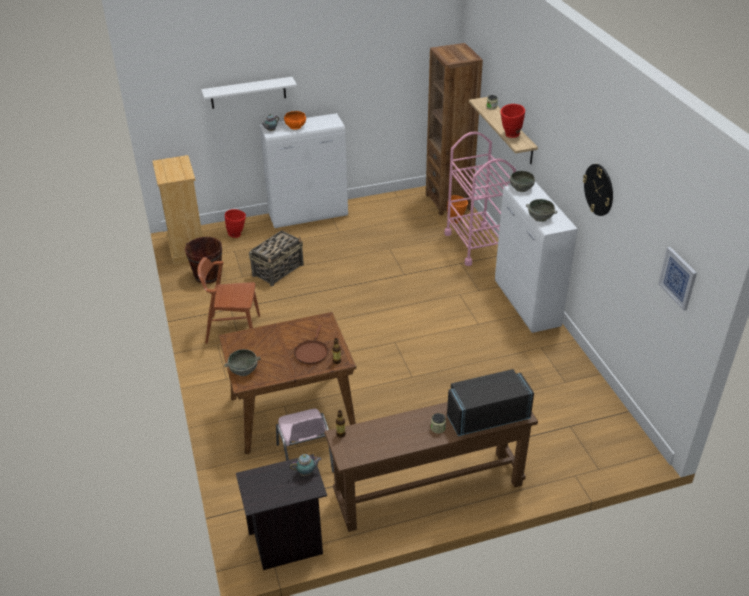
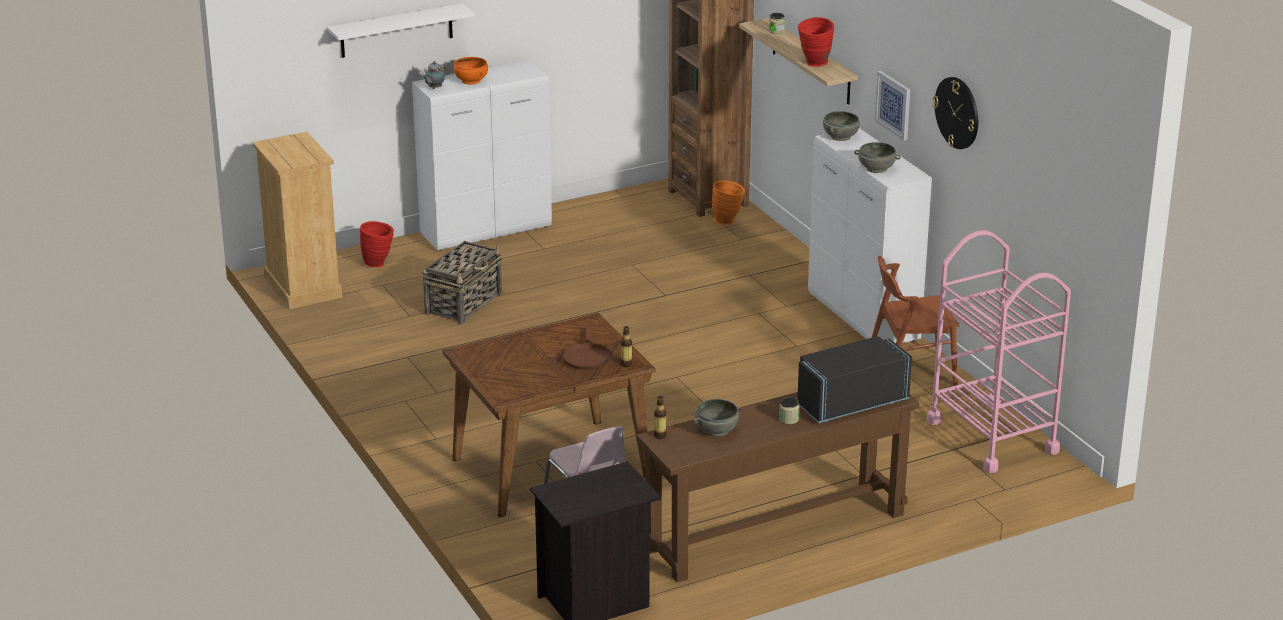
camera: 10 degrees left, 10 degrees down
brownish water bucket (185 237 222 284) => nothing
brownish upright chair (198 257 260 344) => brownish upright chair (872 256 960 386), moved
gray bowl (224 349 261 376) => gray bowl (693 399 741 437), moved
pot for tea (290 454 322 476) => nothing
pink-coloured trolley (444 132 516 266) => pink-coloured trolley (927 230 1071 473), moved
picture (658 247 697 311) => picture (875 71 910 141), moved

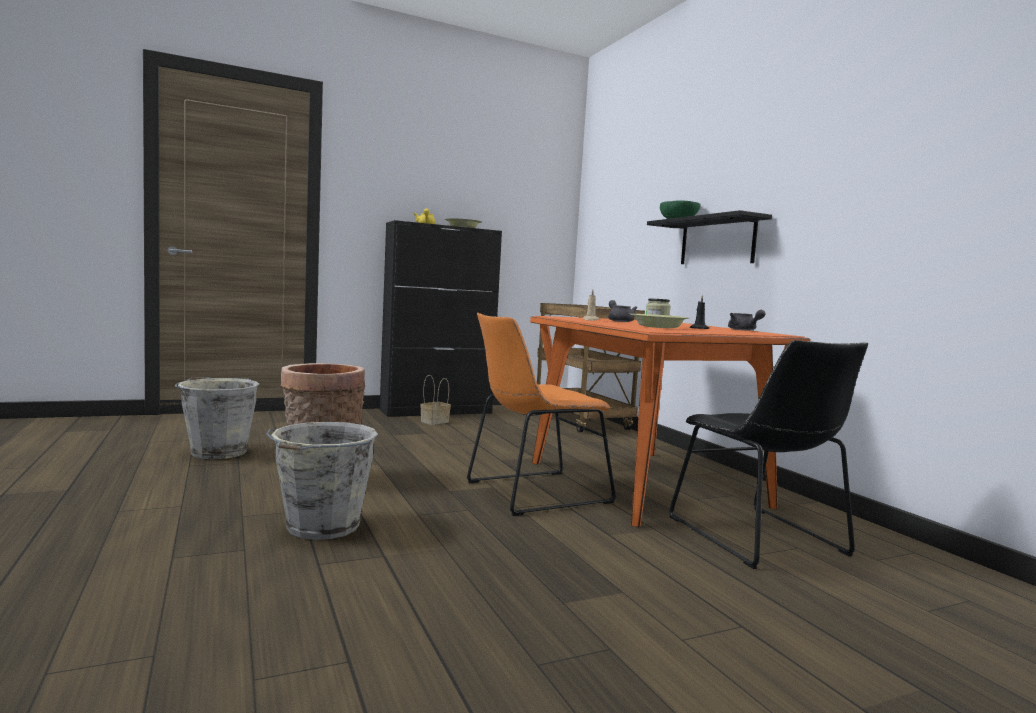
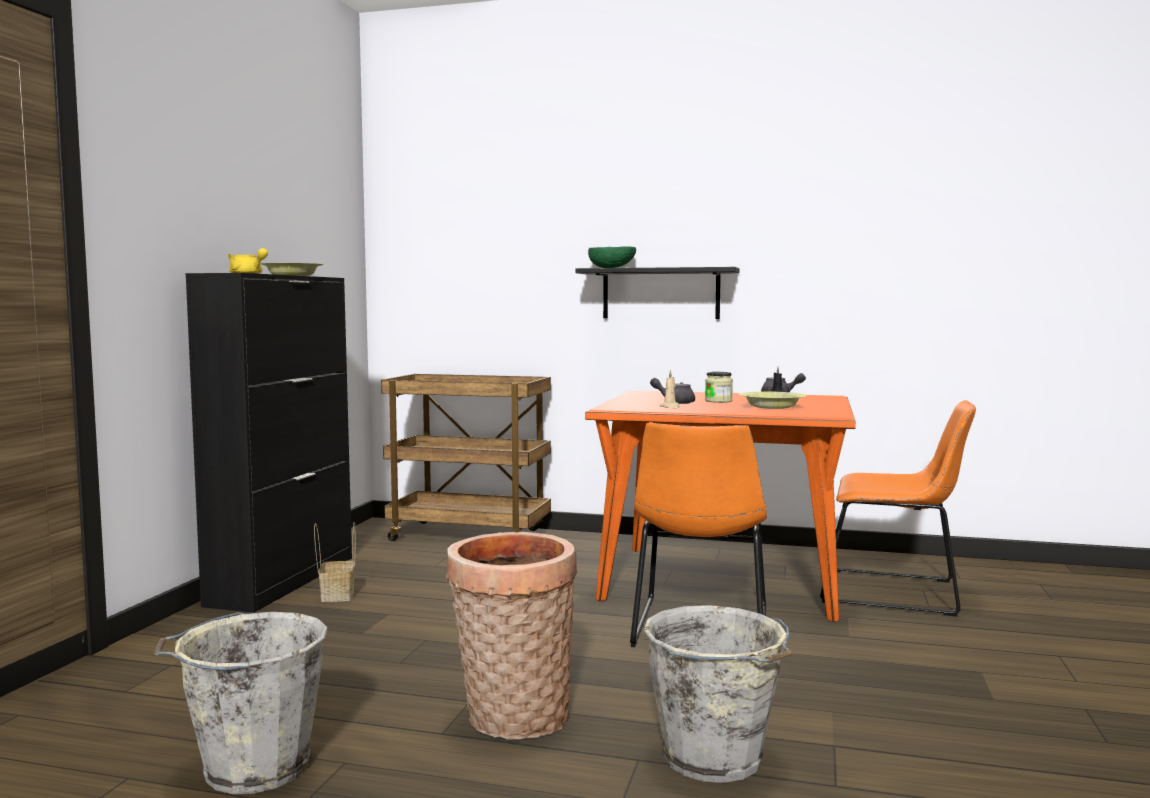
camera: 50 degrees left, 0 degrees up
blackish upright chair (669 340 868 569) => orange upright chair (820 400 976 617)

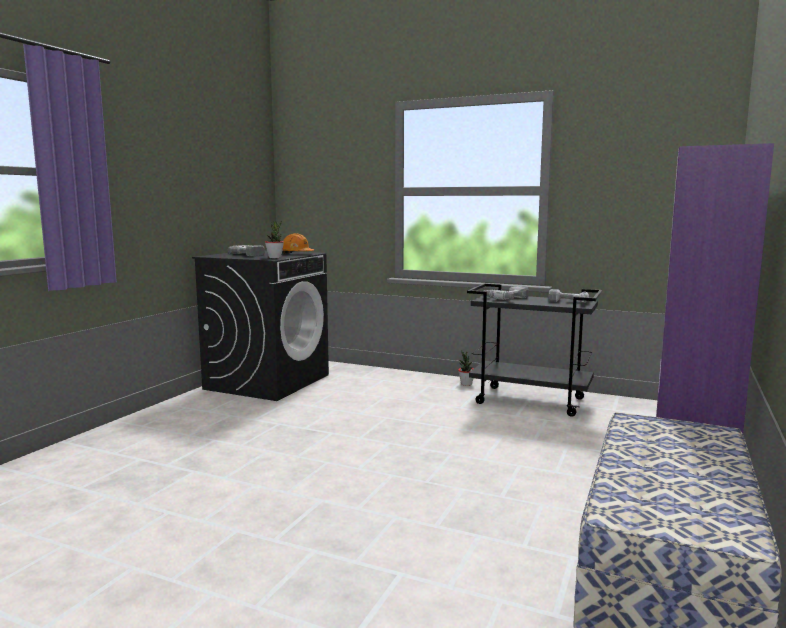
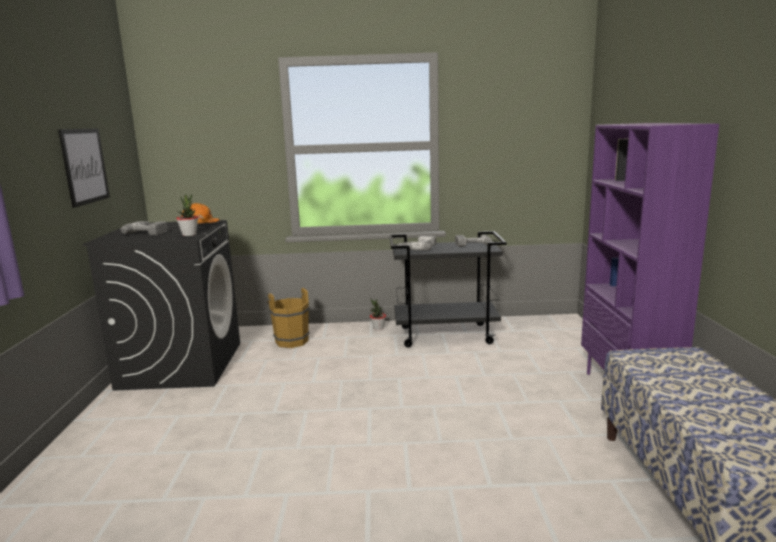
camera: 25 degrees left, 5 degrees up
nothing => picture (58 128 110 208)
nothing => brownish water bucket (267 288 310 348)

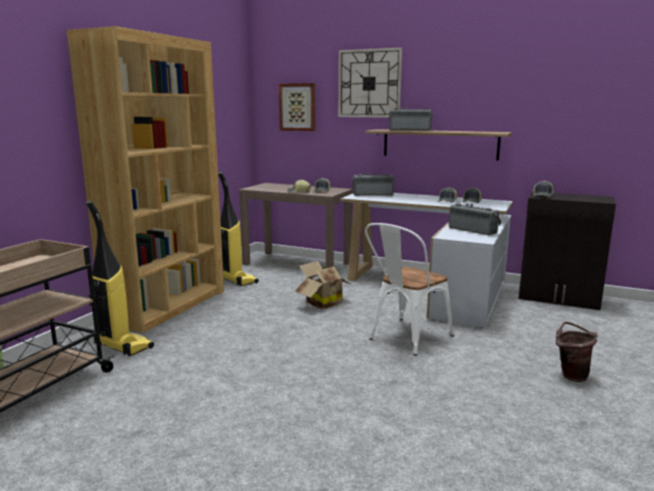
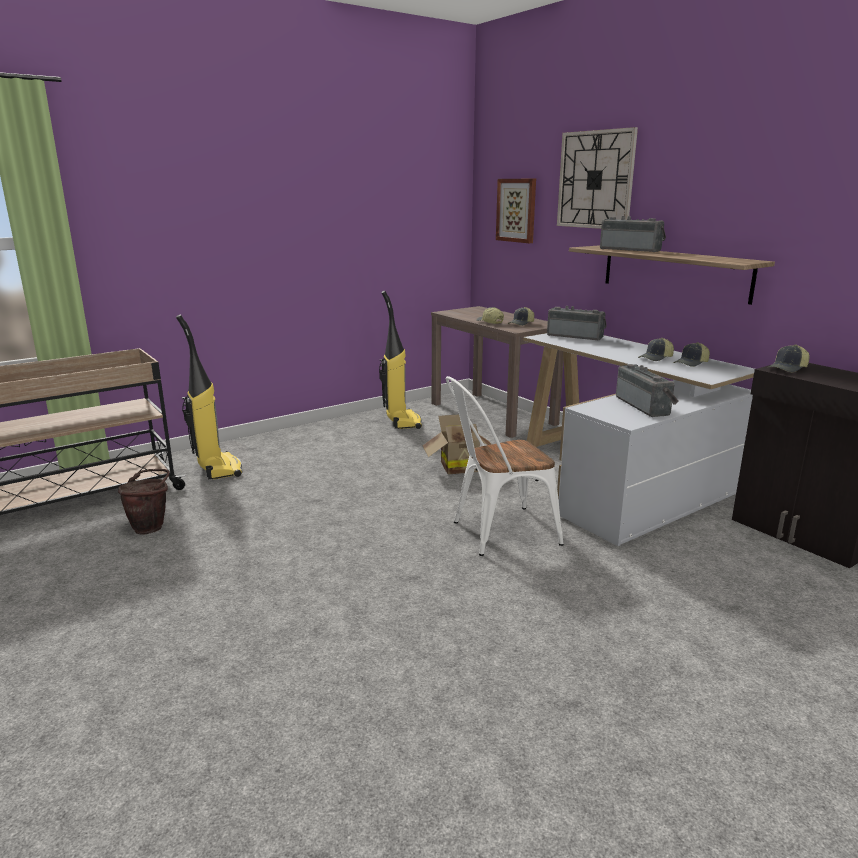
camera: 30 degrees right, 5 degrees up
brownish shelving unit (67 26 224 333) => nothing
brownish water bucket (556 322 597 382) => brownish water bucket (118 469 170 535), moved

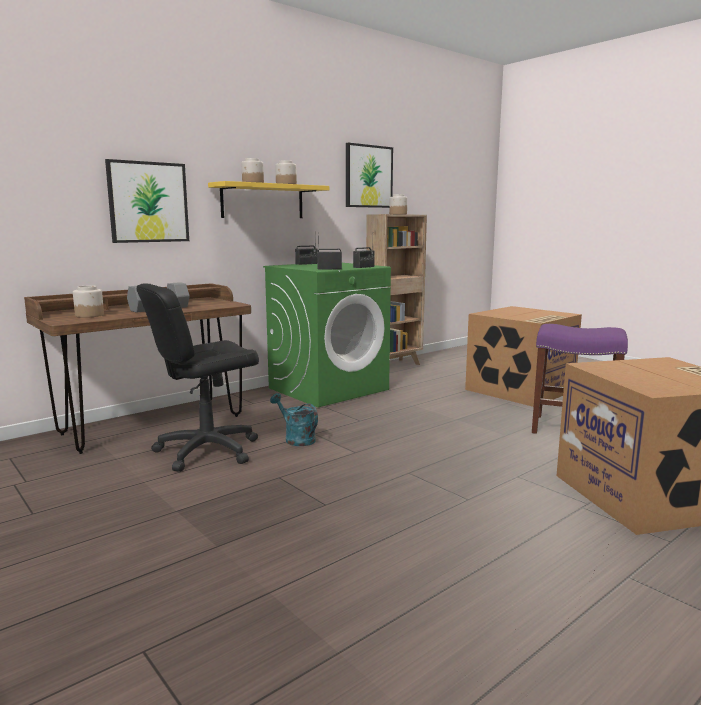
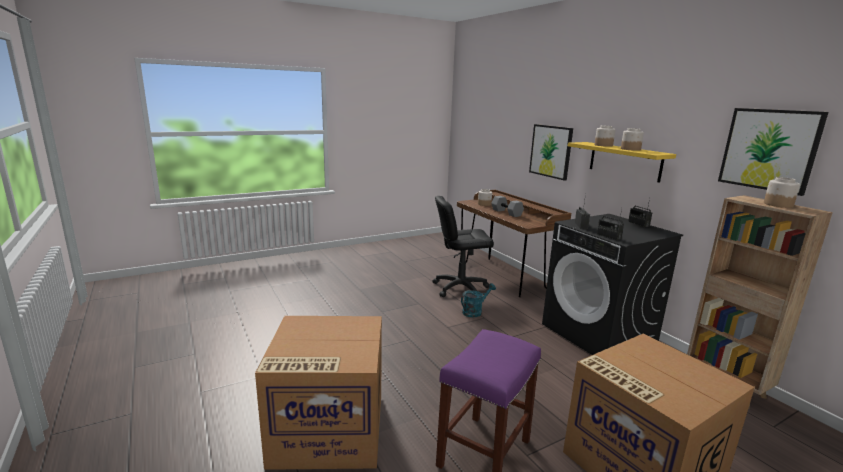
camera: 100 degrees right, 5 degrees up
blackish computer chair (137 283 259 472) => blackish computer chair (432 196 494 297), 75 degrees counterclockwise
greenish laundry appliance (263 263 391 408) => blackish laundry appliance (542 214 683 355)

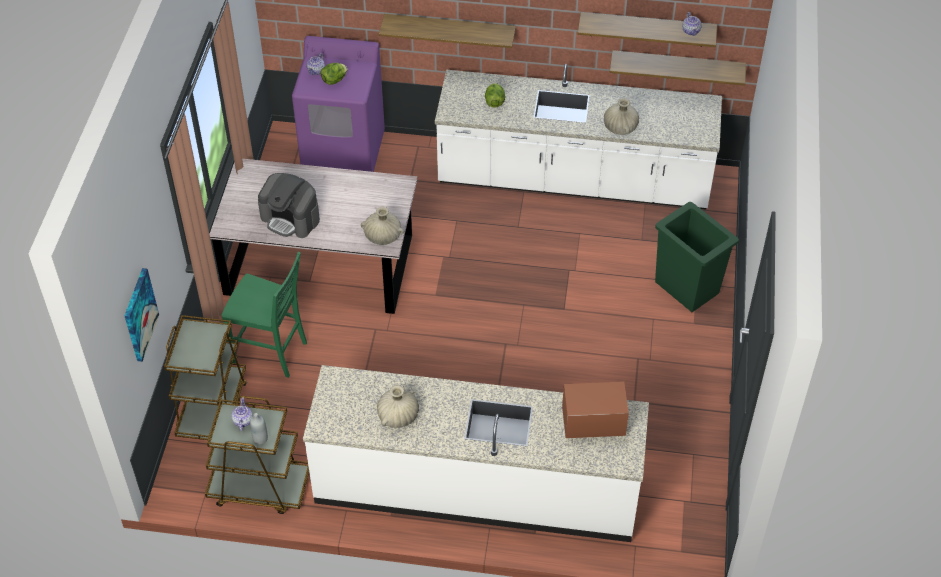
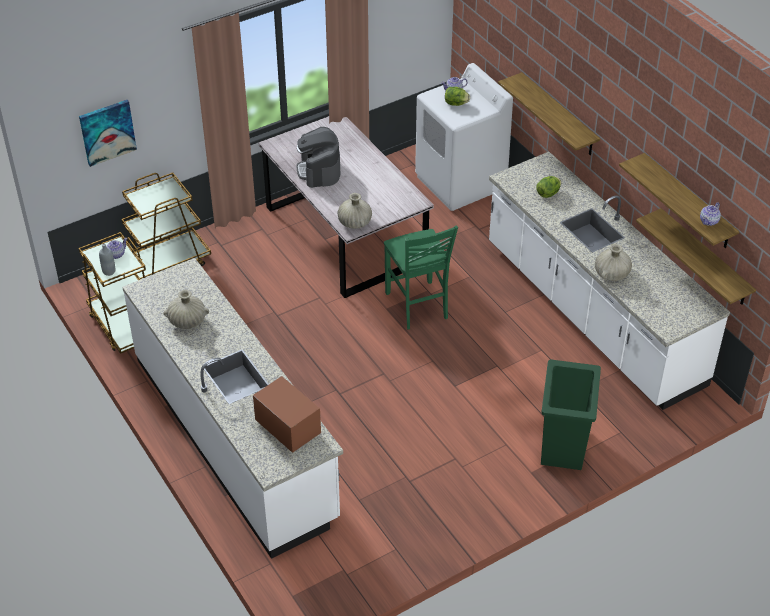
camera: 50 degrees right, 5 degrees down
greenish upright chair (221 252 307 378) => greenish upright chair (384 226 458 329), moved
purplish laundry appliance (292 36 385 172) => white laundry appliance (415 63 513 211)

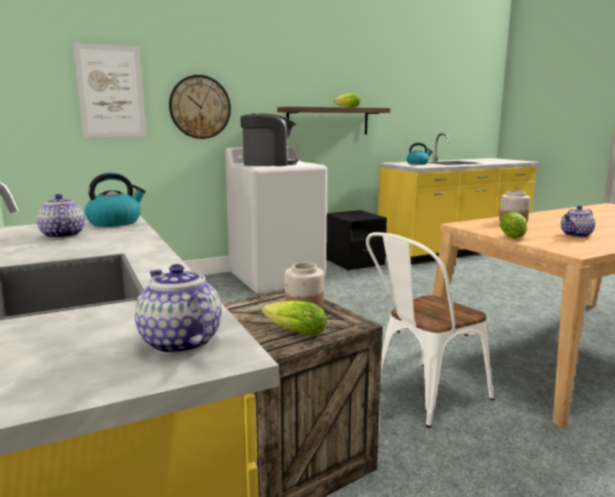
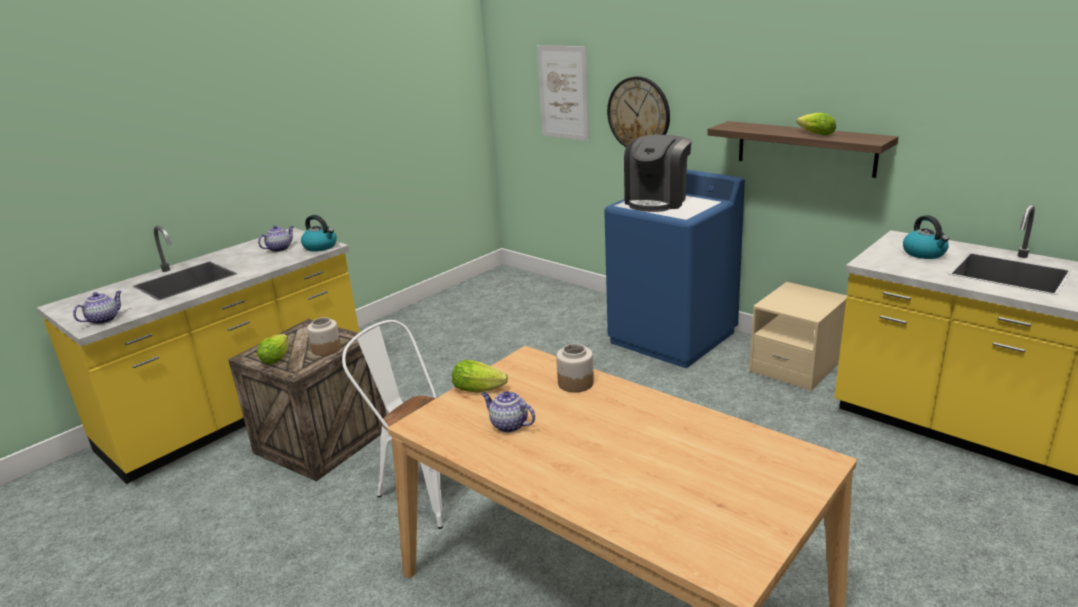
camera: 70 degrees right, 10 degrees up
white laundry appliance (225 146 327 293) => blue laundry appliance (604 170 745 368)
coffee machine (240 113 298 166) => coffee machine (624 135 692 212), 60 degrees clockwise
blackish nightstand (326 210 387 271) => beige nightstand (749 282 847 391)

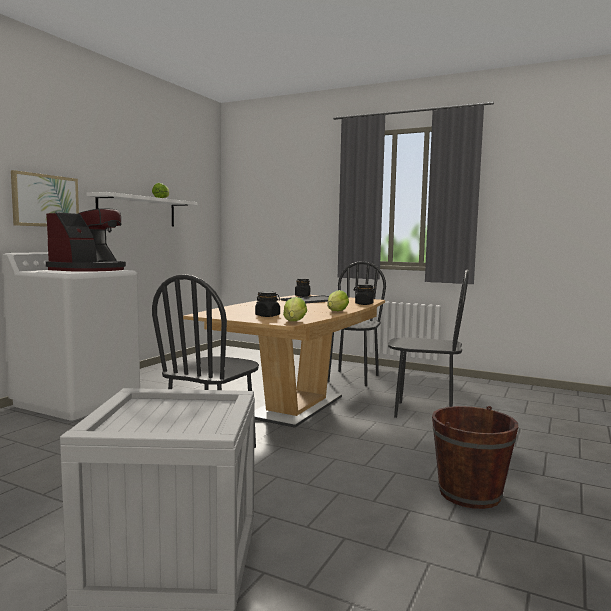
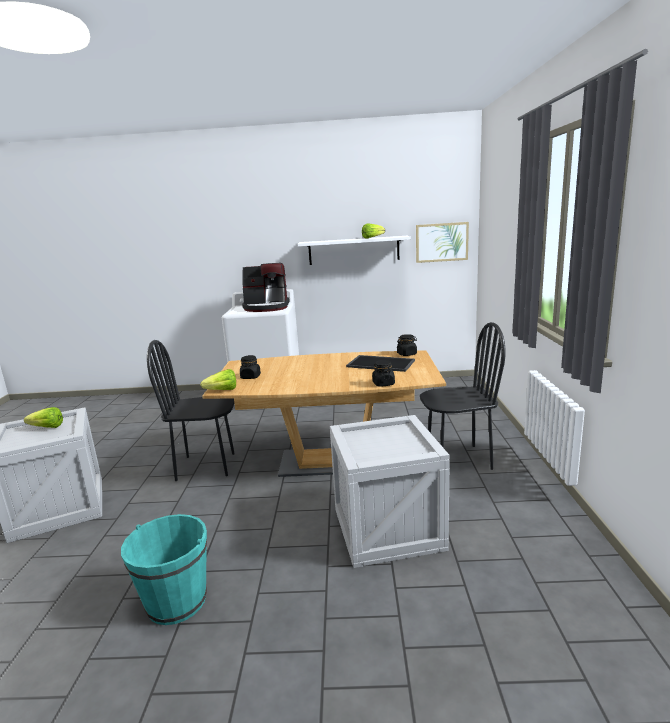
camera: 65 degrees right, 10 degrees up
picture (11 170 79 227) => picture (416 222 469 263), moved
lettuce (327 290 349 311) => lettuce (24 407 63 428), moved
blackish upright chair (388 270 469 418) => packing crate (330 415 450 568)
brownish water bucket (432 406 518 509) => blue-green water bucket (121 514 207 625)

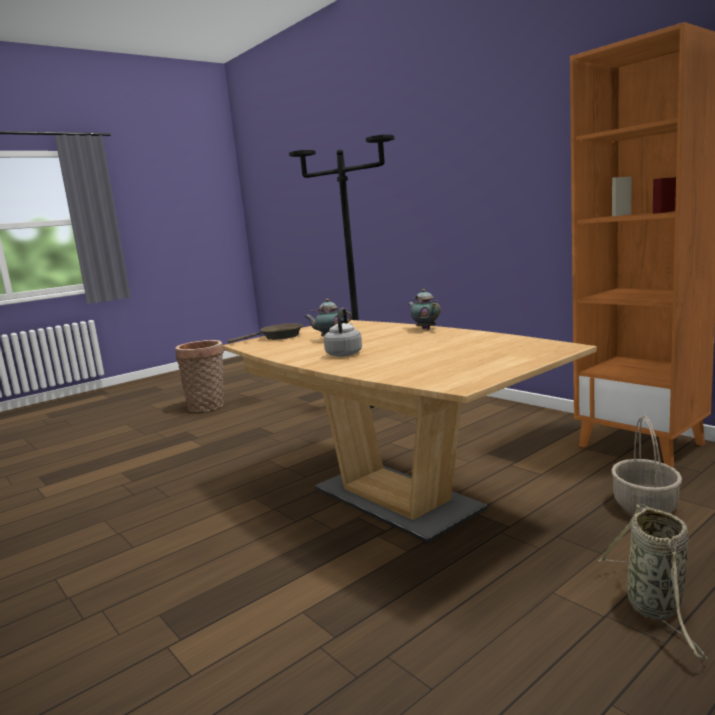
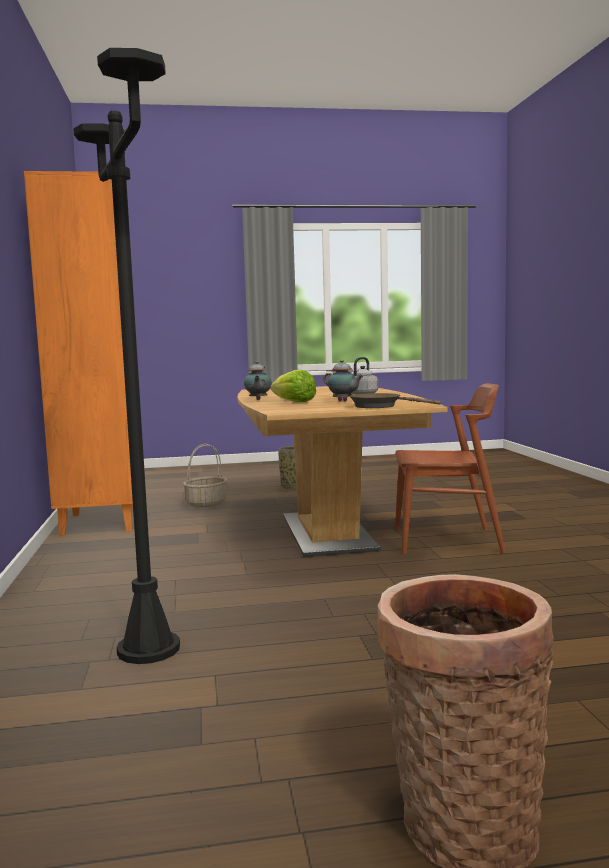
camera: 150 degrees left, 5 degrees down
nothing => lettuce (270 370 316 403)
nothing => brownish upright chair (395 383 506 555)

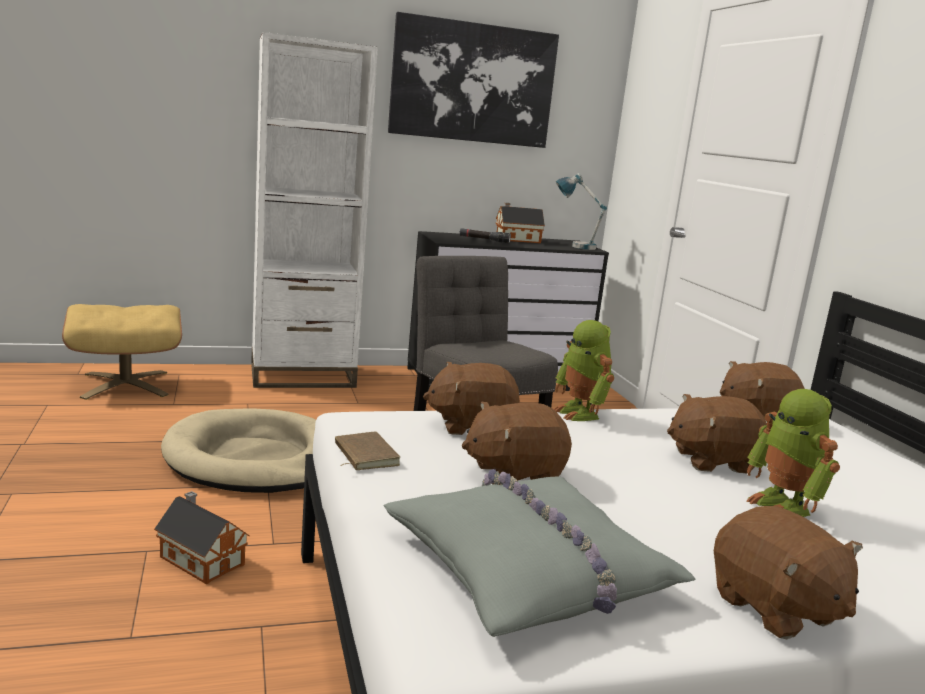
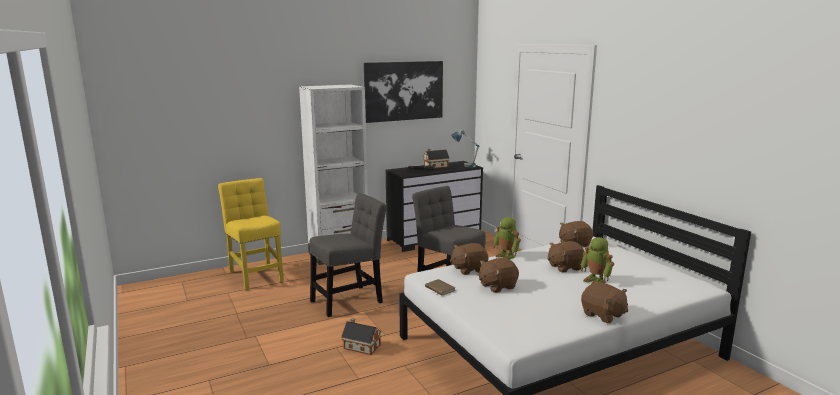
camera: 10 degrees left, 0 degrees up
beige ottoman (62 304 182 400) => yellow-coloured upright chair (218 178 284 290)
beige dog bed (161 408 316 493) => gray upright chair (309 193 387 317)
gray cushion (384 469 696 637) => nothing

